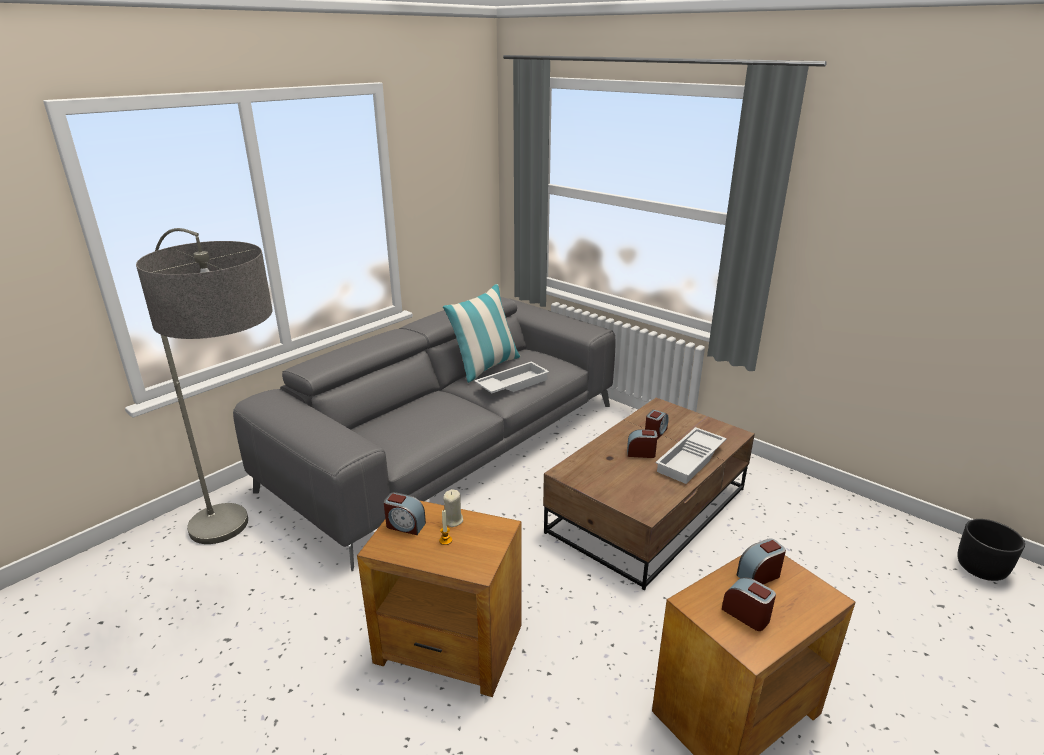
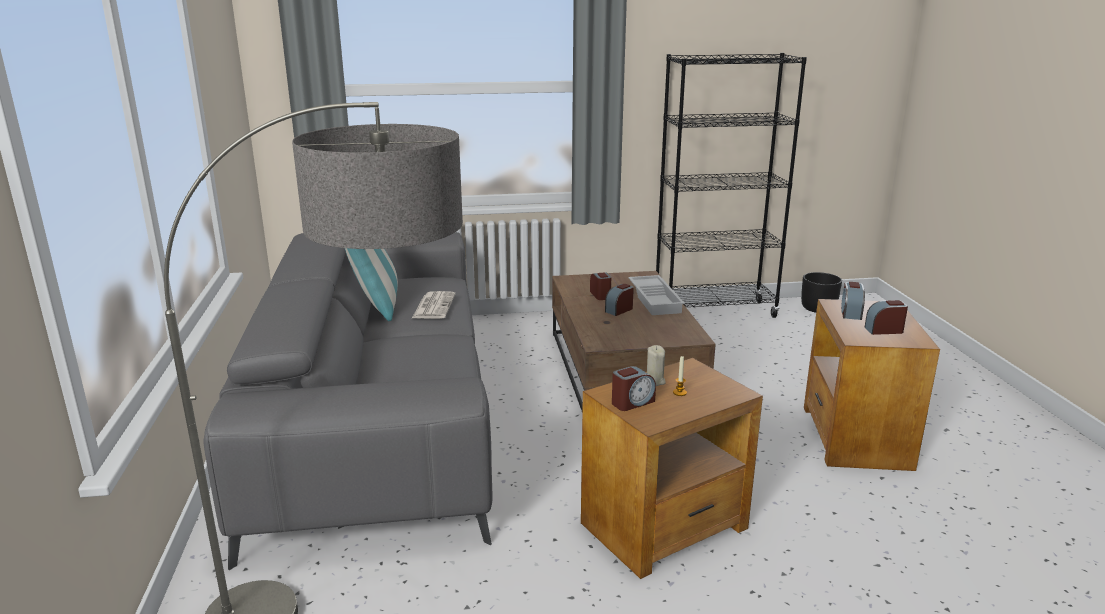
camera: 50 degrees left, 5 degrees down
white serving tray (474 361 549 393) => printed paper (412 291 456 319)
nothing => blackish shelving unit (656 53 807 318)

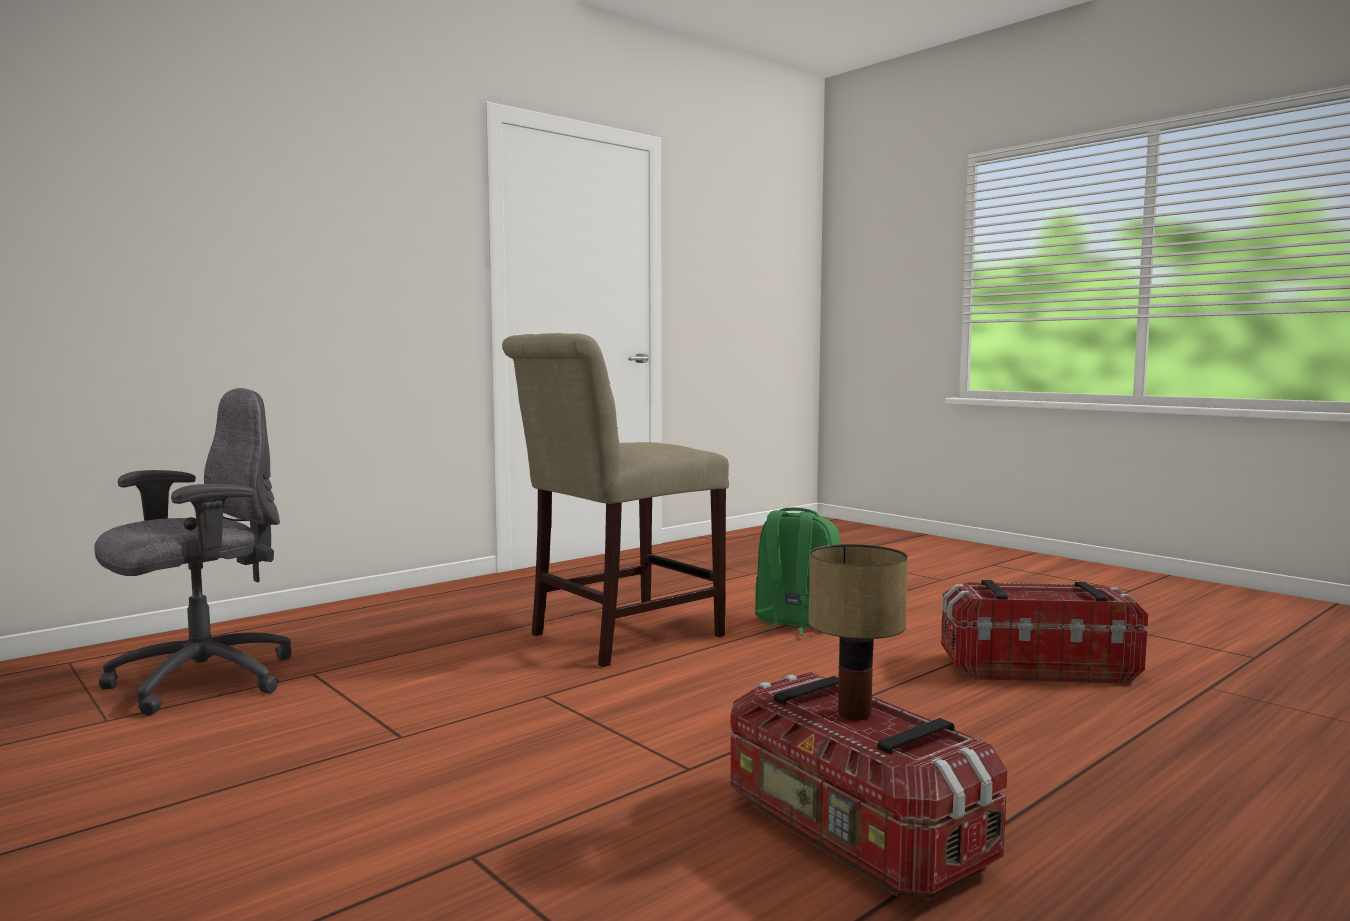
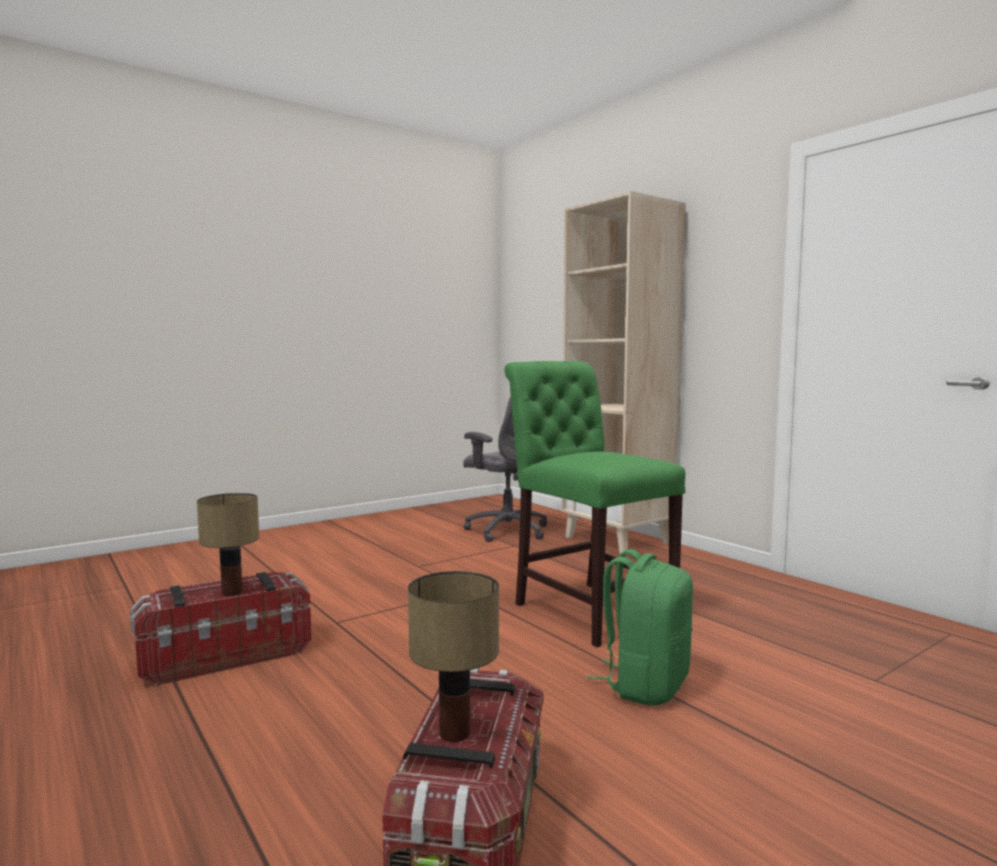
camera: 95 degrees right, 0 degrees up
beige upright chair (502 333 729 667) => greenish upright chair (505 361 685 647)
nothing => tabletop lamp (408 571 499 742)
nothing => beige shelving unit (561 191 686 555)

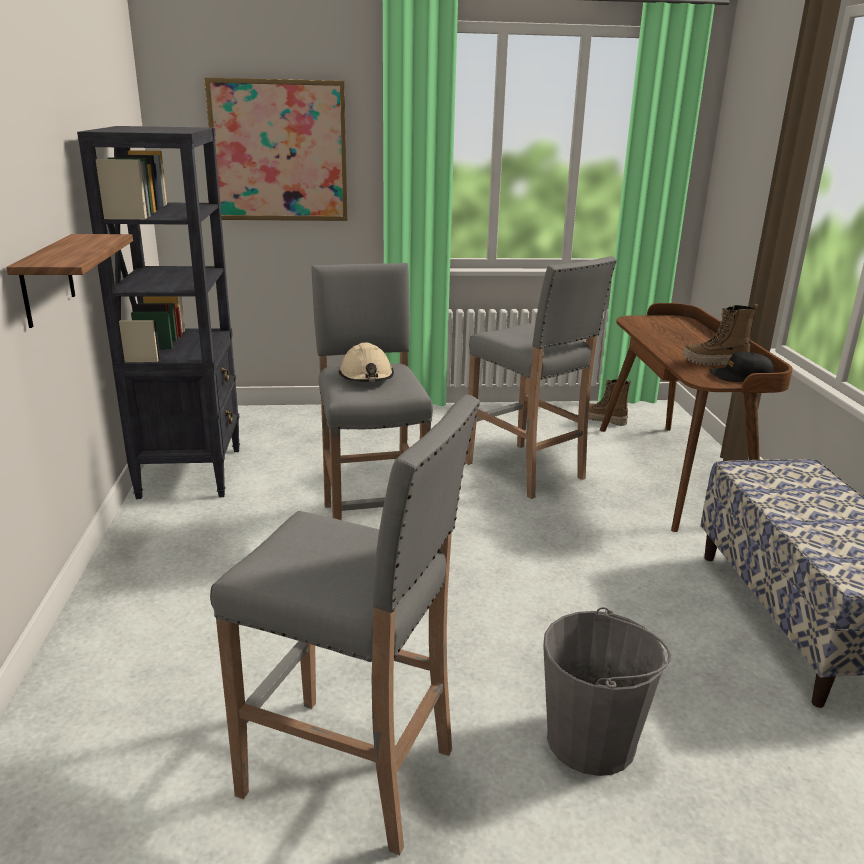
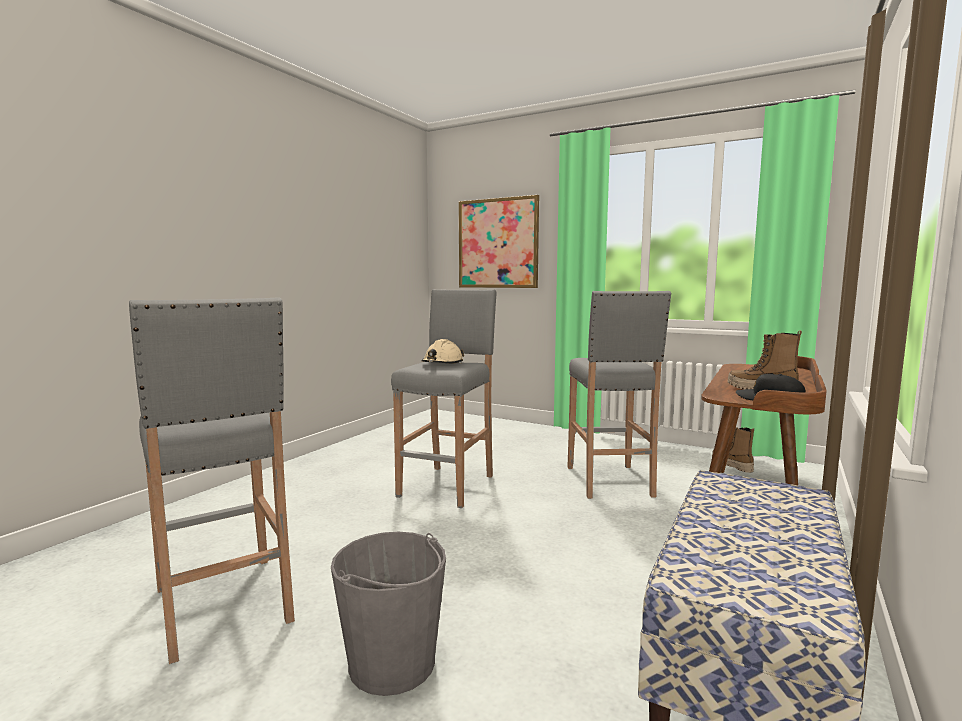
camera: 35 degrees right, 15 degrees down
wall shelf (6 234 133 328) => nothing
blackish shelving unit (77 126 240 499) => nothing

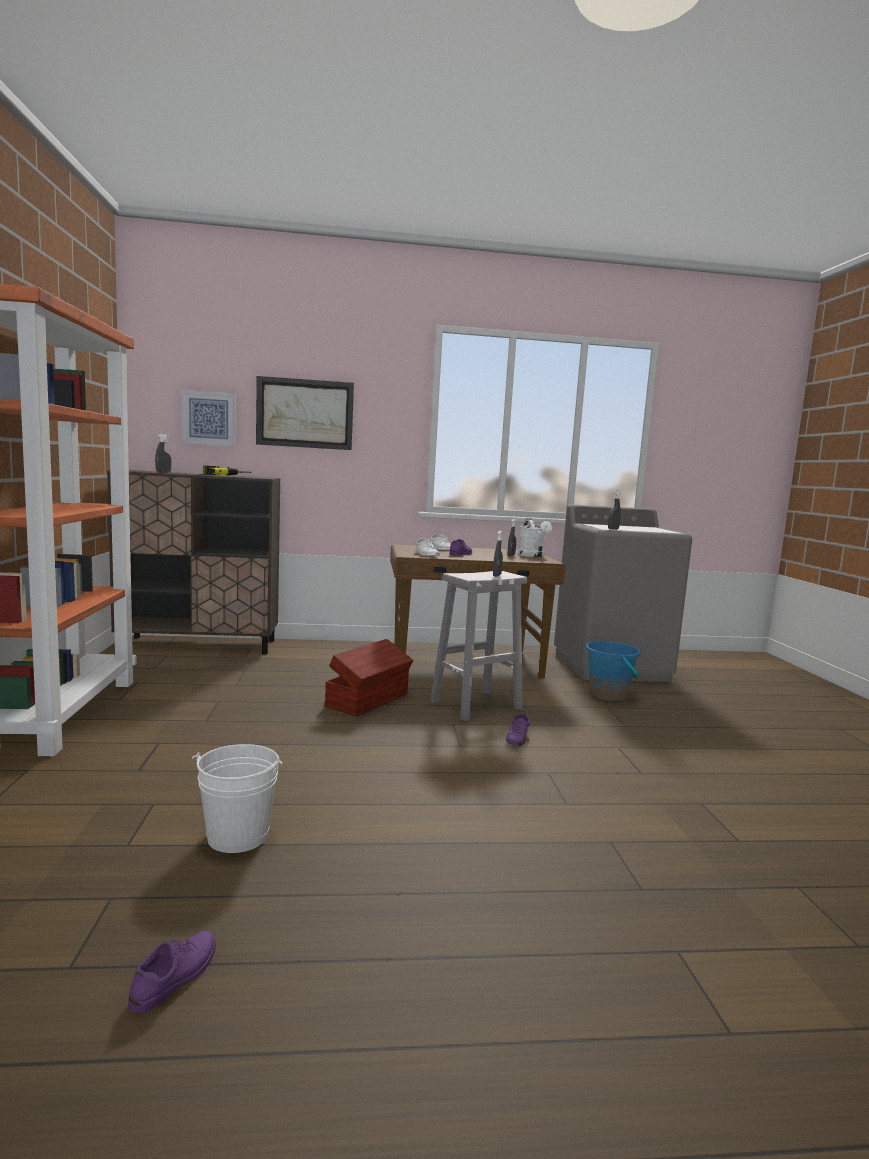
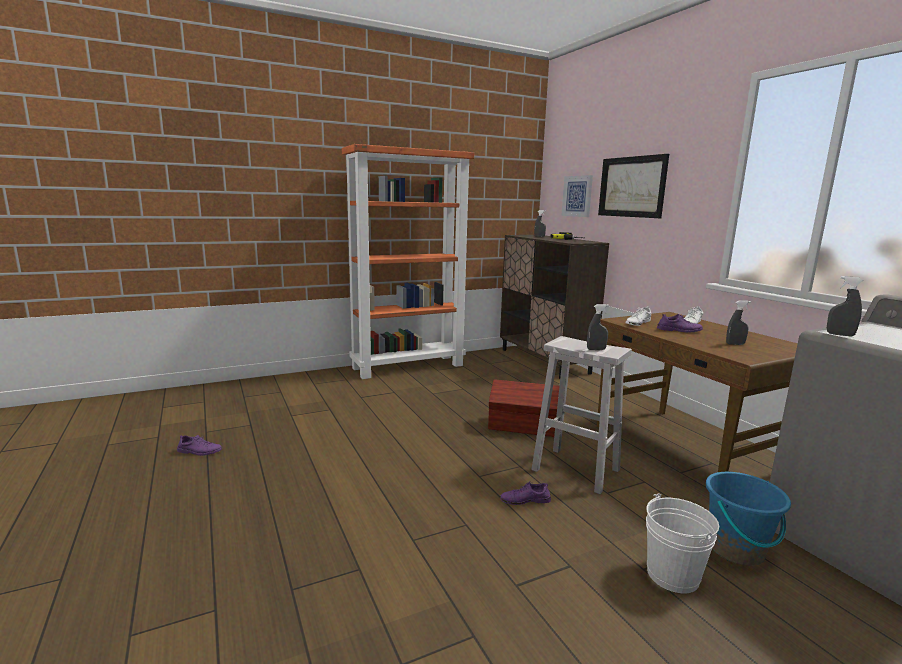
camera: 70 degrees right, 5 degrees up
white water bucket (192 744 282 853) => white water bucket (646 493 719 593), moved
white sprinkling can (518 518 552 557) => nothing

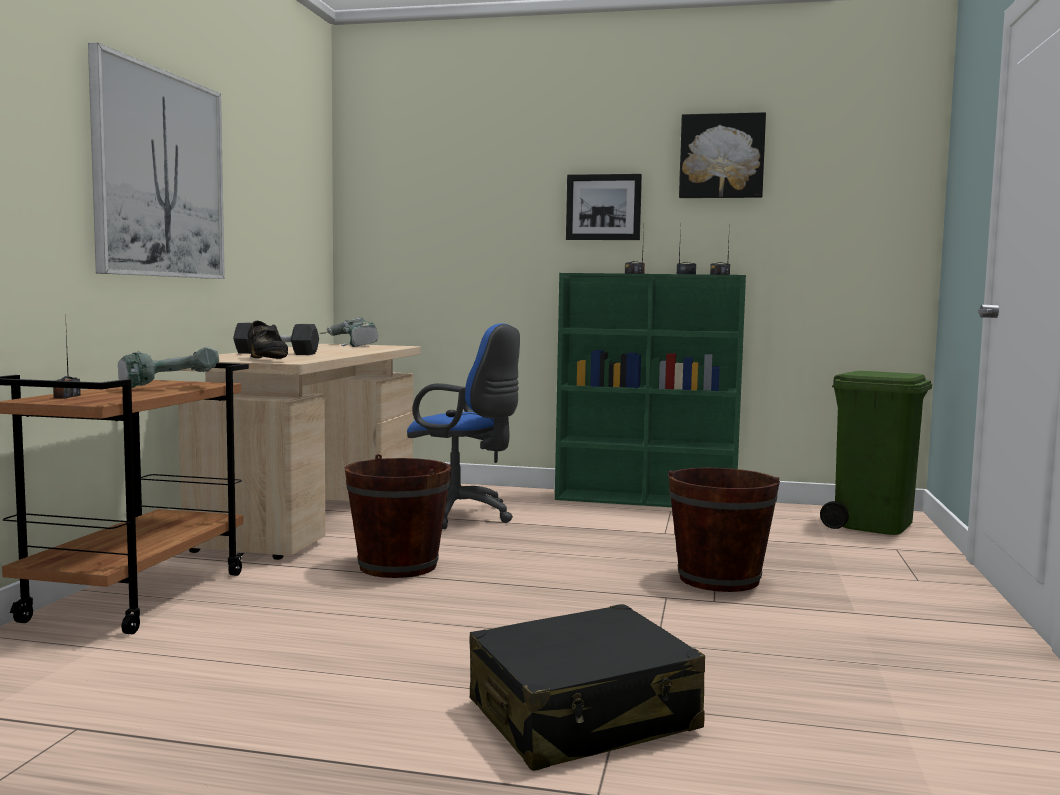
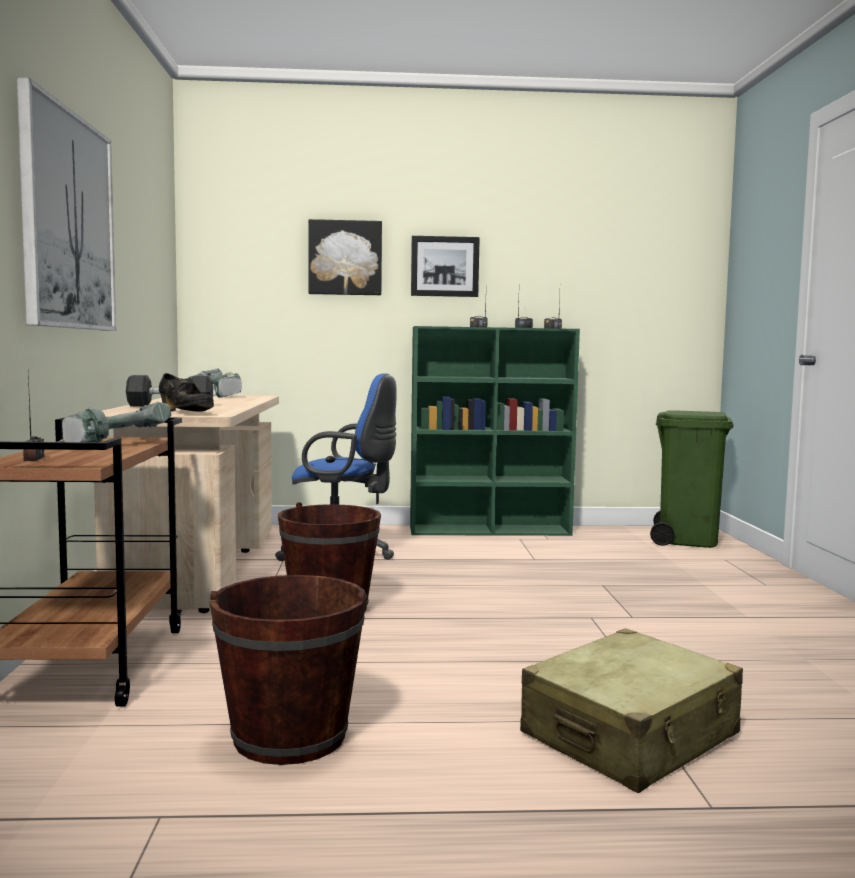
camera: 15 degrees left, 0 degrees up
blackish travel case (470 604 705 771) => beige travel case (520 629 743 793)
brownish water bucket (668 468 780 592) => brownish water bucket (210 575 367 765), moved
picture (679 112 766 198) => picture (308 219 382 295), moved

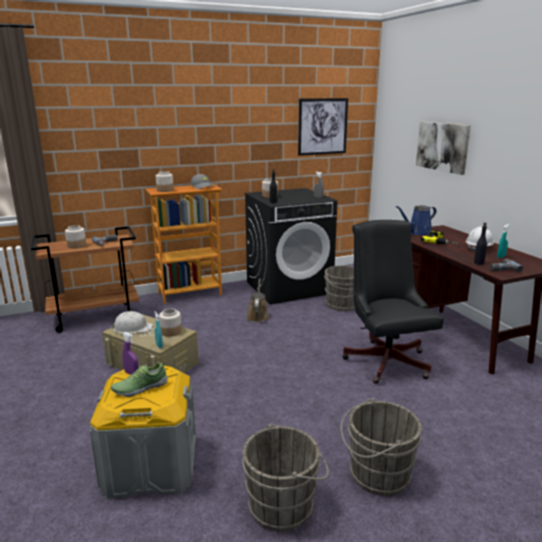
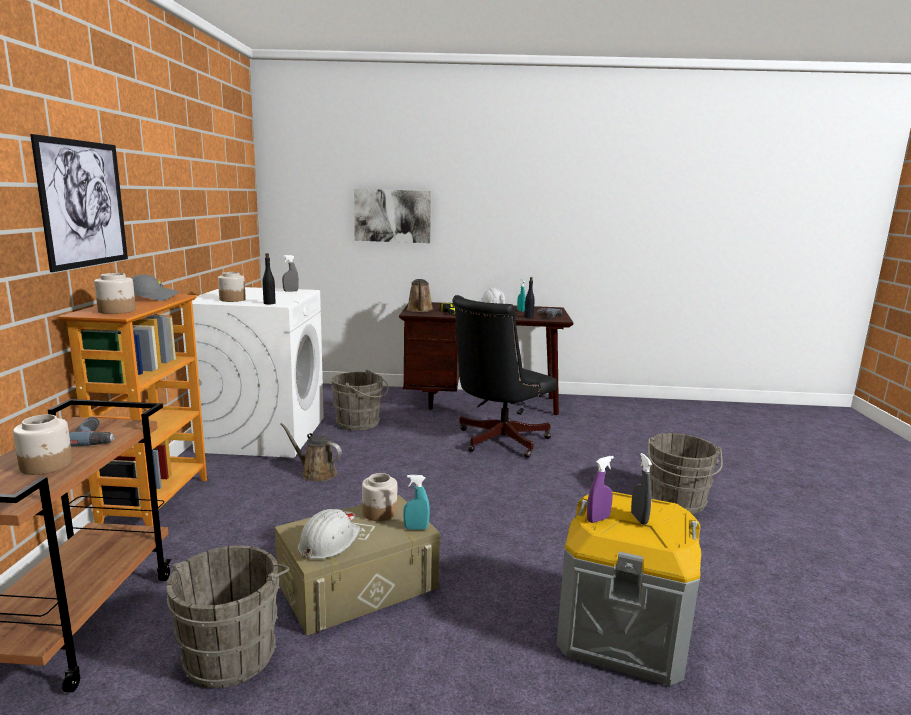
camera: 65 degrees left, 5 degrees down
item of footwear (111 362 168 397) => gray hand sprayer (631 453 652 525)
gray water bucket (243 424 329 532) => gray water bucket (166 545 290 688), moved
blackish laundry appliance (244 188 337 305) => white laundry appliance (181 287 324 458)
picture (298 98 348 156) => picture (30 134 128 272), moved
blackish computer chair (342 220 444 384) => blackish computer chair (452 295 557 458), 60 degrees counterclockwise
blue sprinkling can (396 205 436 235) => brownish sprinkling can (407 279 433 312)

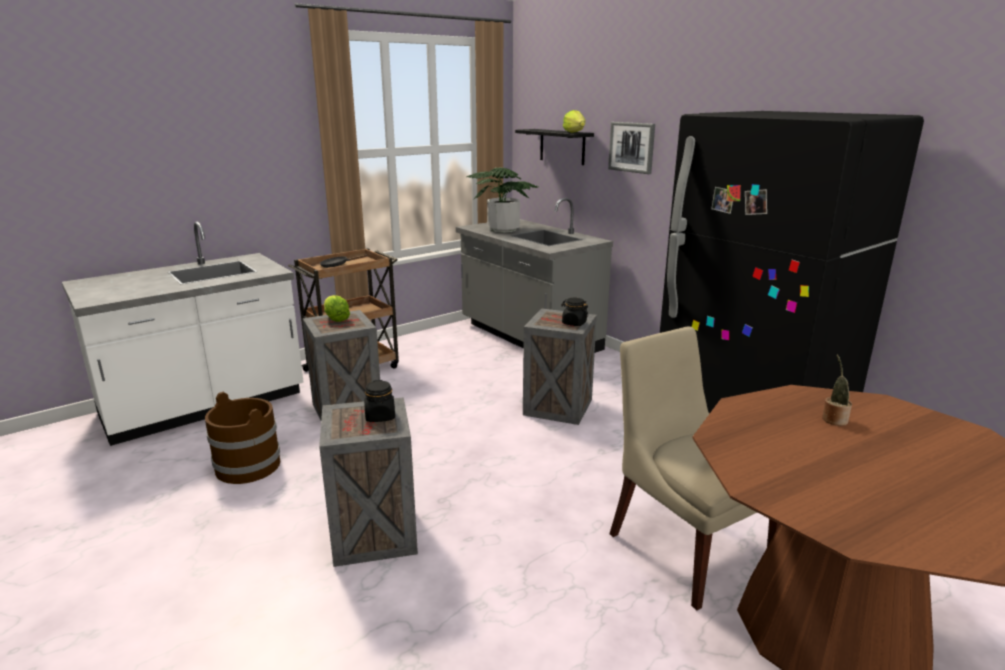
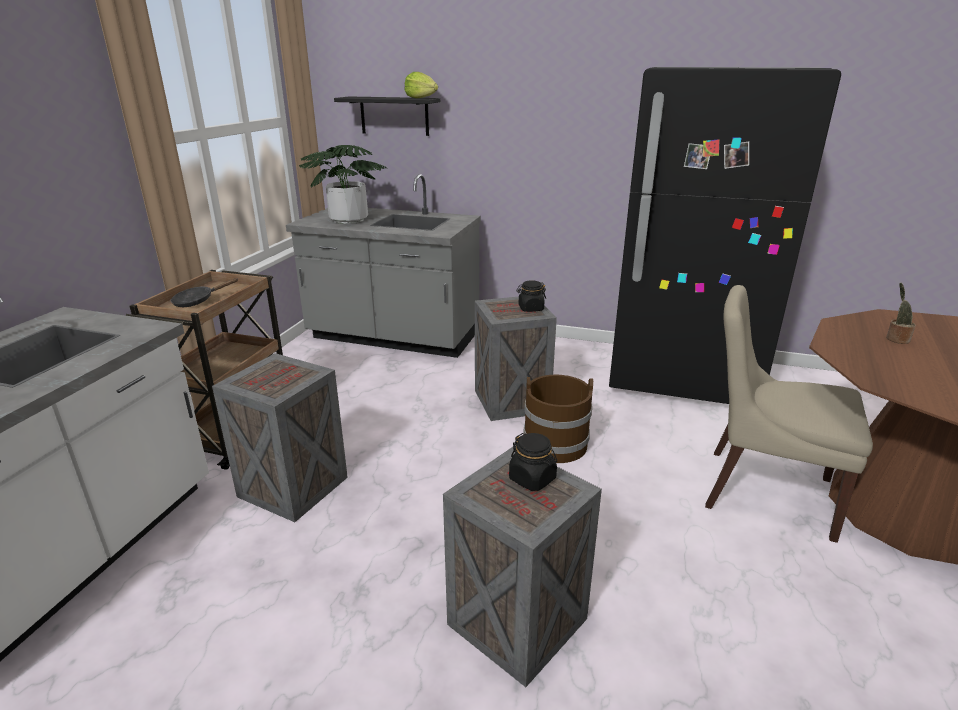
camera: 35 degrees left, 5 degrees up
brownish water bucket (205 392 280 484) => brownish water bucket (523 375 593 463), moved
lettuce (324 295 350 322) => nothing
picture (608 122 655 174) => nothing

